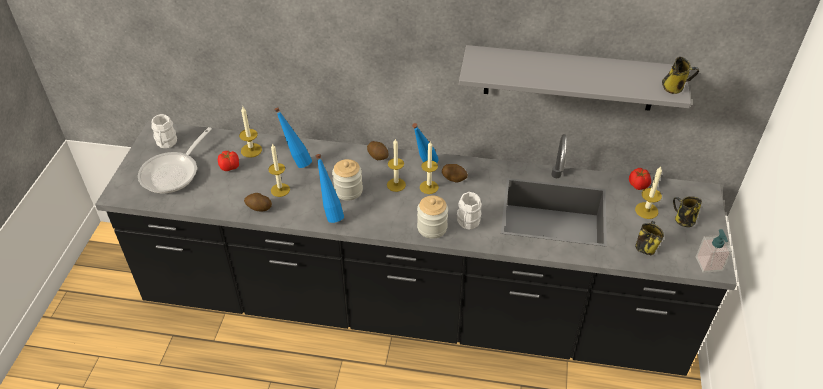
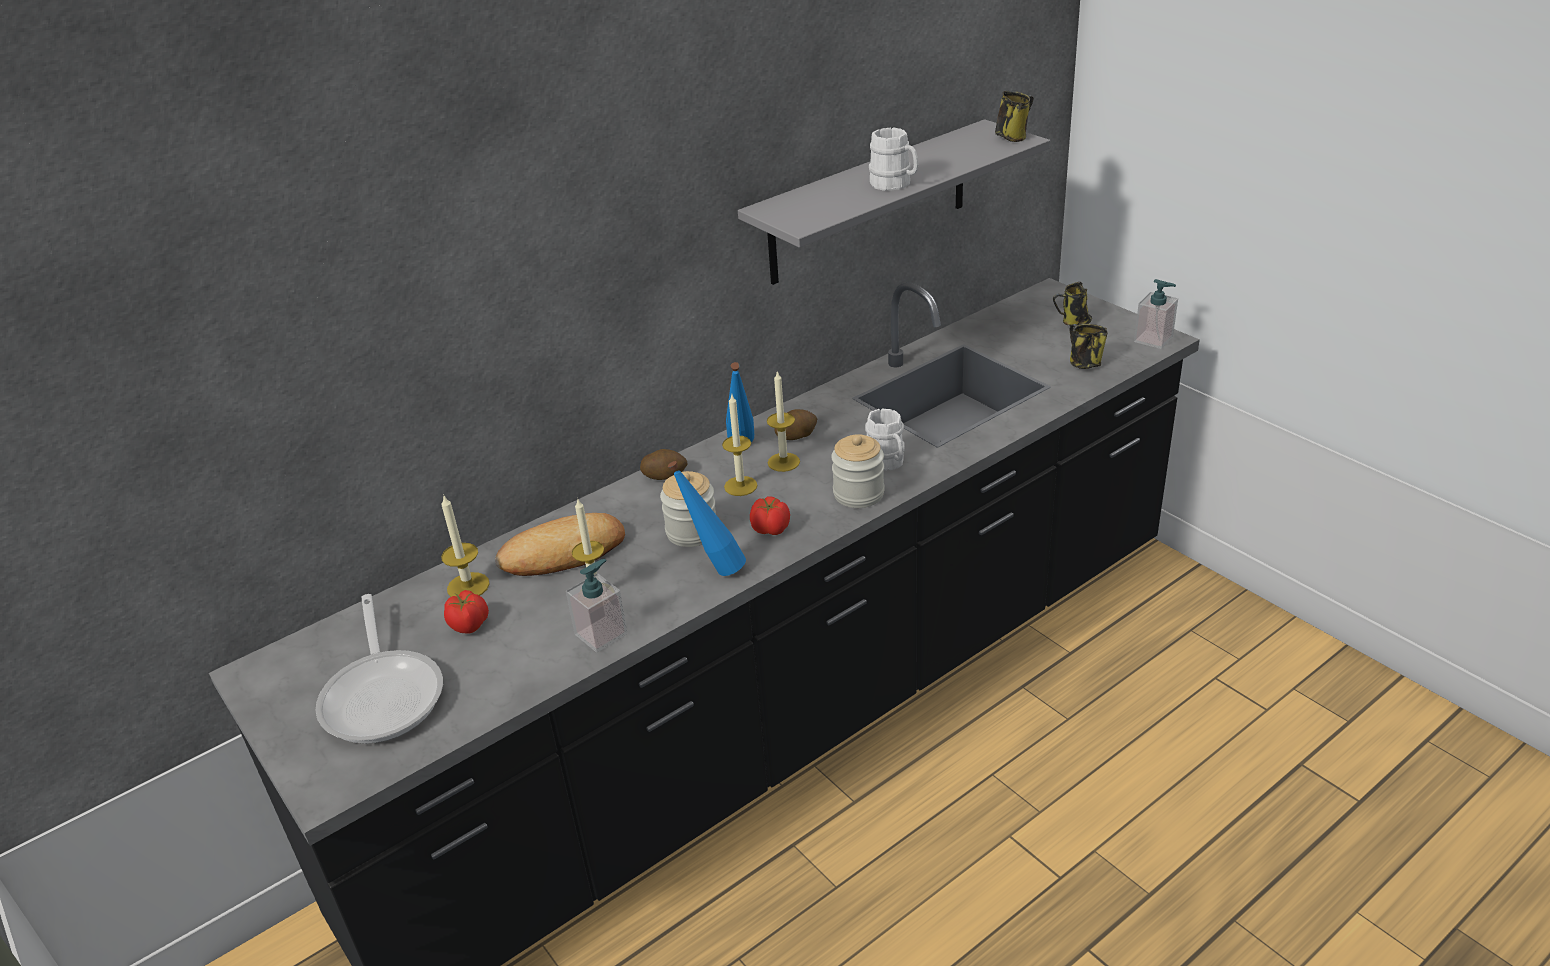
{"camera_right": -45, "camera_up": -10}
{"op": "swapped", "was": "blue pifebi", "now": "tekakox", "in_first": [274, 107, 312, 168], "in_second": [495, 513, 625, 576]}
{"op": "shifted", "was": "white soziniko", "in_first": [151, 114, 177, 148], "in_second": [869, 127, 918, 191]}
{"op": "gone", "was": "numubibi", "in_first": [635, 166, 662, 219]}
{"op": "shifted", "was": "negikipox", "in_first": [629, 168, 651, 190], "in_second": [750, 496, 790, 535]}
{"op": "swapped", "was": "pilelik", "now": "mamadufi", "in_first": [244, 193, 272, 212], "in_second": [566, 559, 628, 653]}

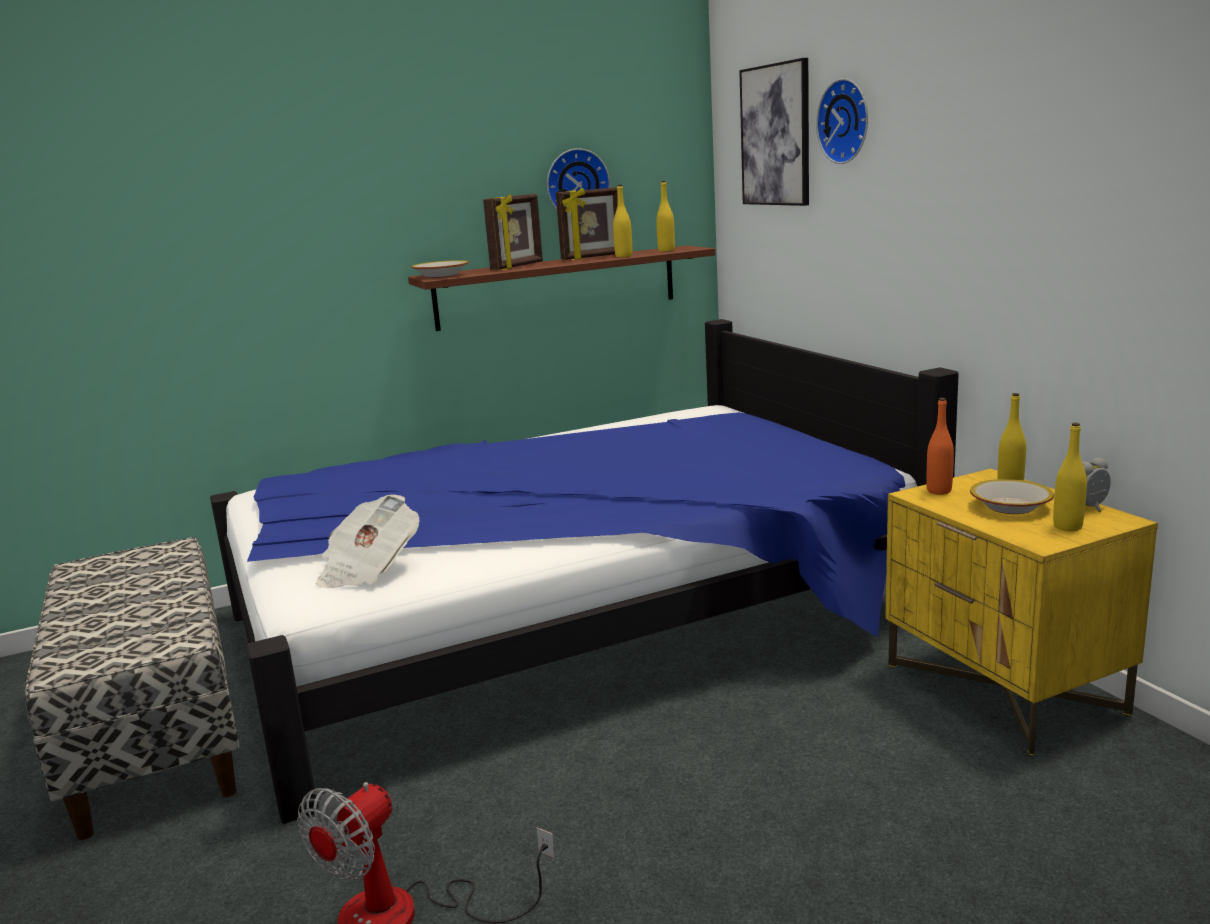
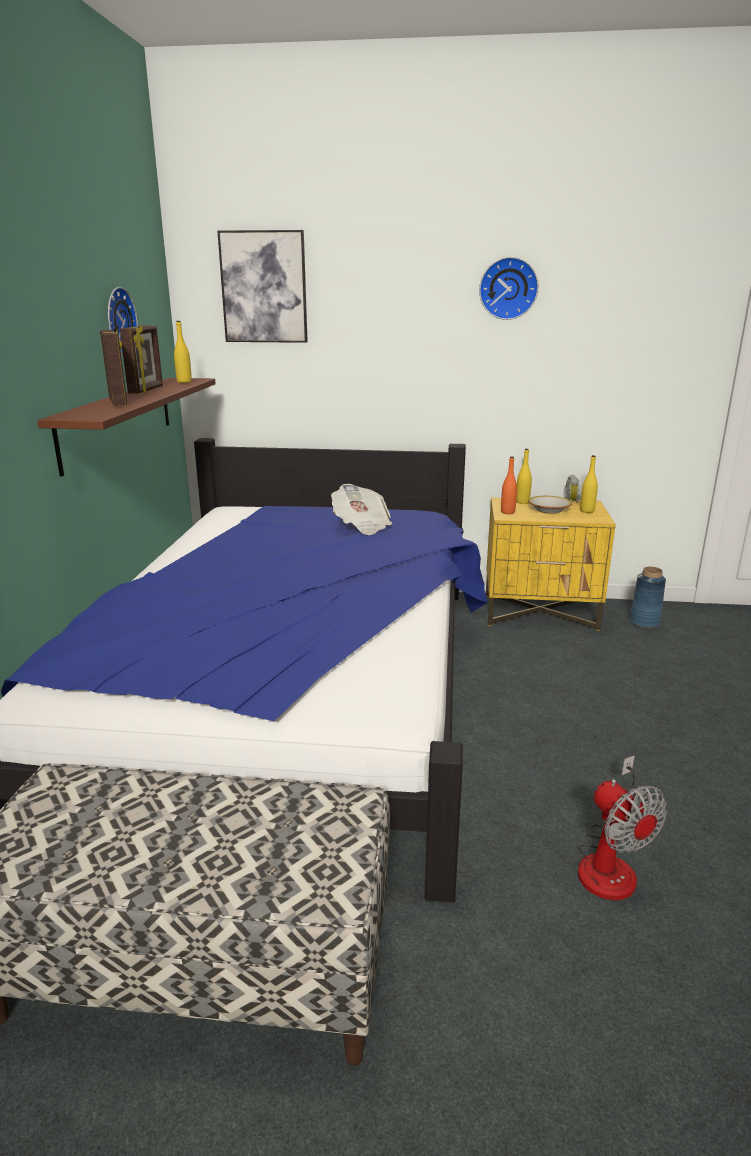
{"camera_right": -60, "camera_up": 5}
{"op": "shifted", "was": "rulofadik", "in_first": [816, 78, 868, 164], "in_second": [479, 257, 539, 320]}
{"op": "gone", "was": "yellow pifebi", "in_first": [613, 185, 632, 257]}
{"op": "gone", "was": "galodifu", "in_first": [411, 260, 469, 278]}
{"op": "shifted", "was": "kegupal", "in_first": [316, 494, 419, 589], "in_second": [331, 484, 392, 535]}
{"op": "new", "now": "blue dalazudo", "in_second": [629, 567, 666, 628]}

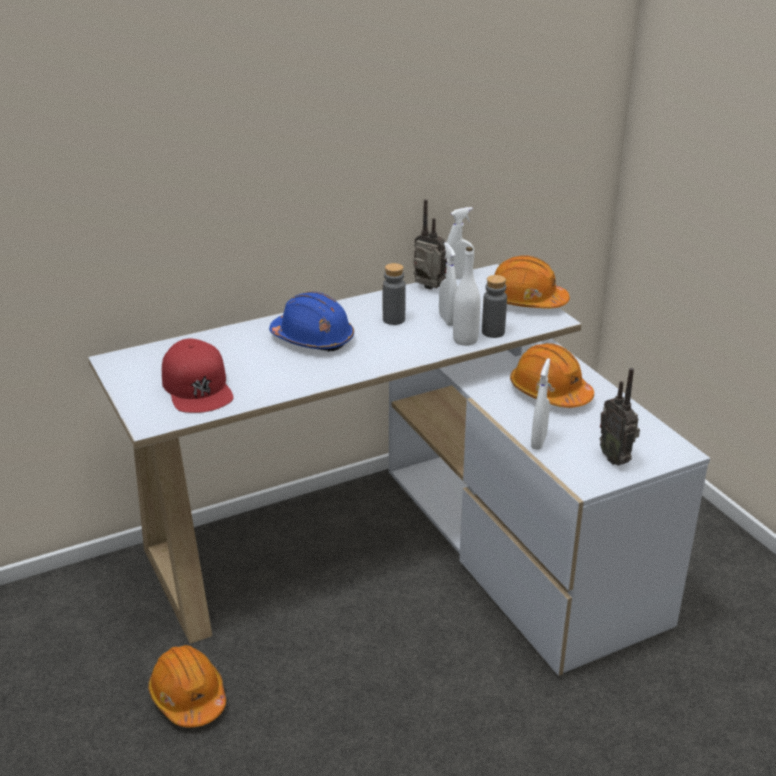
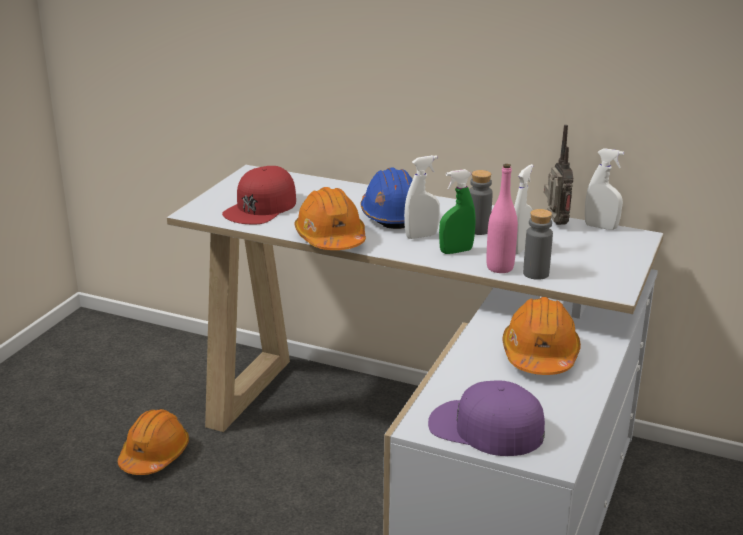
{"camera_right": 50, "camera_up": -5}
{"op": "repainted", "was": "white pifebi", "now": "pink pifebi", "in_first": [453, 247, 481, 346], "in_second": [486, 164, 518, 273]}
{"op": "shifted", "was": "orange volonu", "in_first": [494, 255, 570, 309], "in_second": [294, 187, 366, 250]}
{"op": "shifted", "was": "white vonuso", "in_first": [531, 358, 550, 450], "in_second": [404, 155, 440, 239]}
{"op": "swapped", "was": "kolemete", "now": "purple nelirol", "in_first": [600, 368, 640, 466], "in_second": [428, 380, 545, 456]}
{"op": "new", "now": "green vonuso", "in_second": [439, 169, 475, 254]}

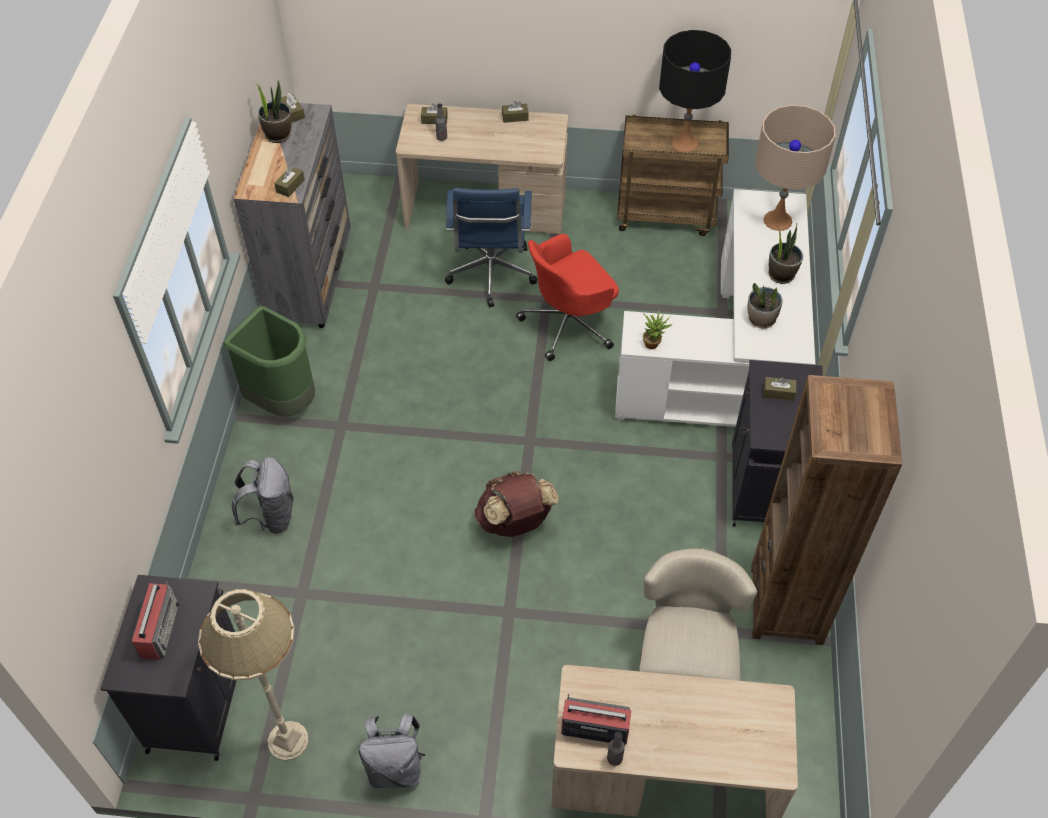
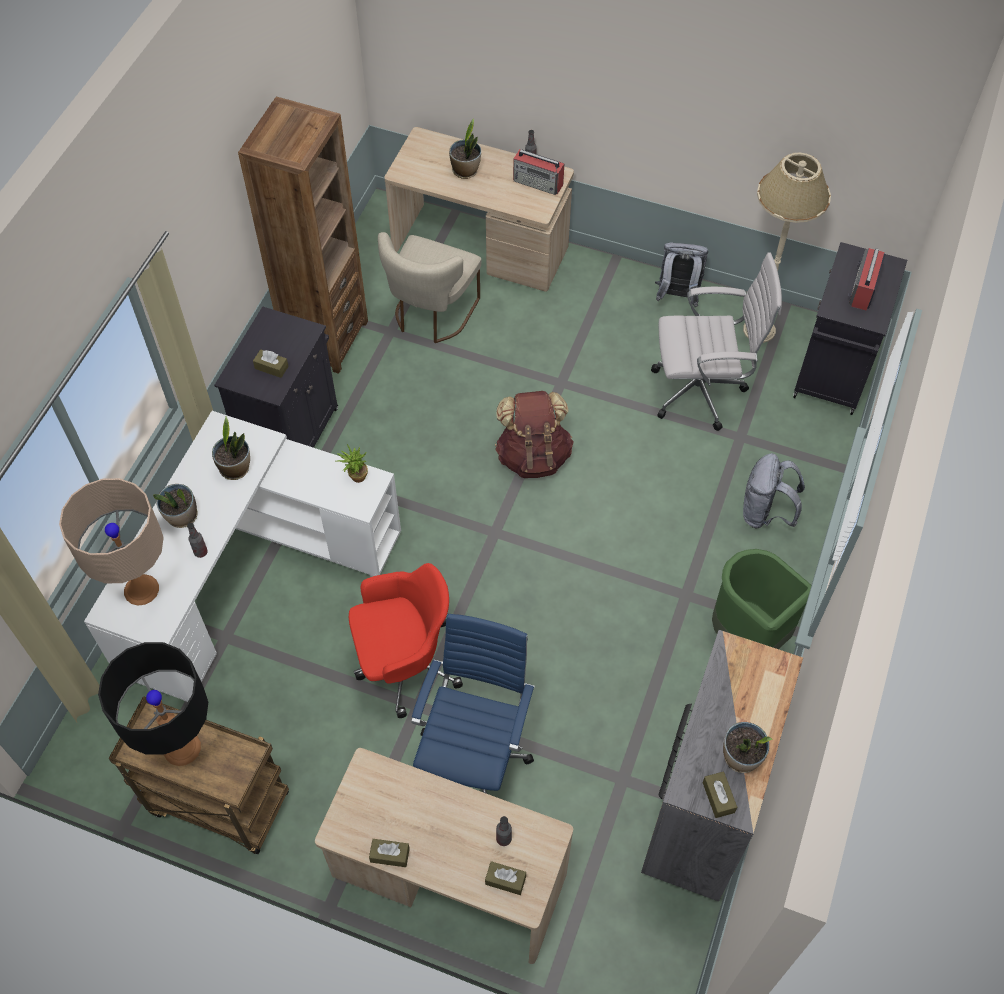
{"camera_right": -165, "camera_up": 5}
{"op": "gone", "was": "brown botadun", "in_first": [274, 166, 305, 197]}
{"op": "new", "now": "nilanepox", "in_second": [449, 119, 481, 179]}
{"op": "new", "now": "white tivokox", "in_second": [651, 252, 782, 431]}
{"op": "new", "now": "pifebi", "in_second": [187, 523, 208, 558]}

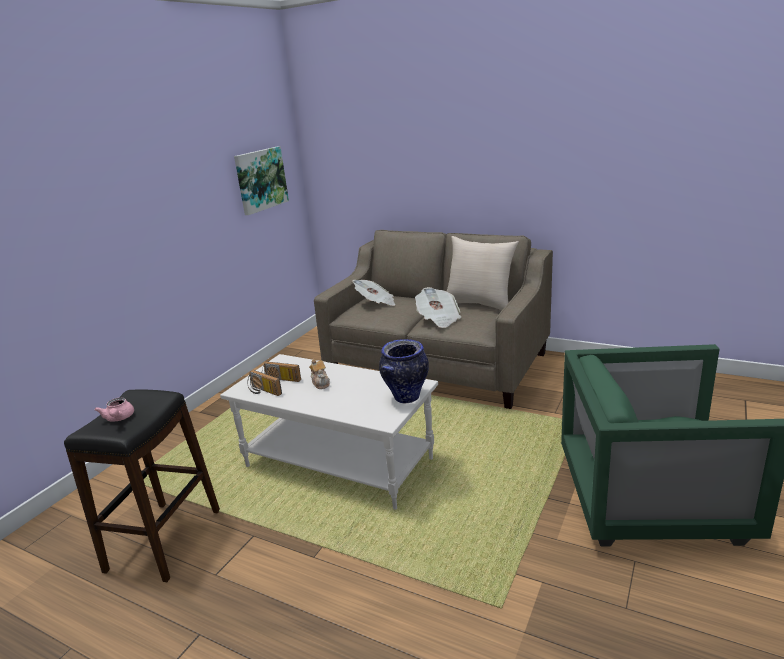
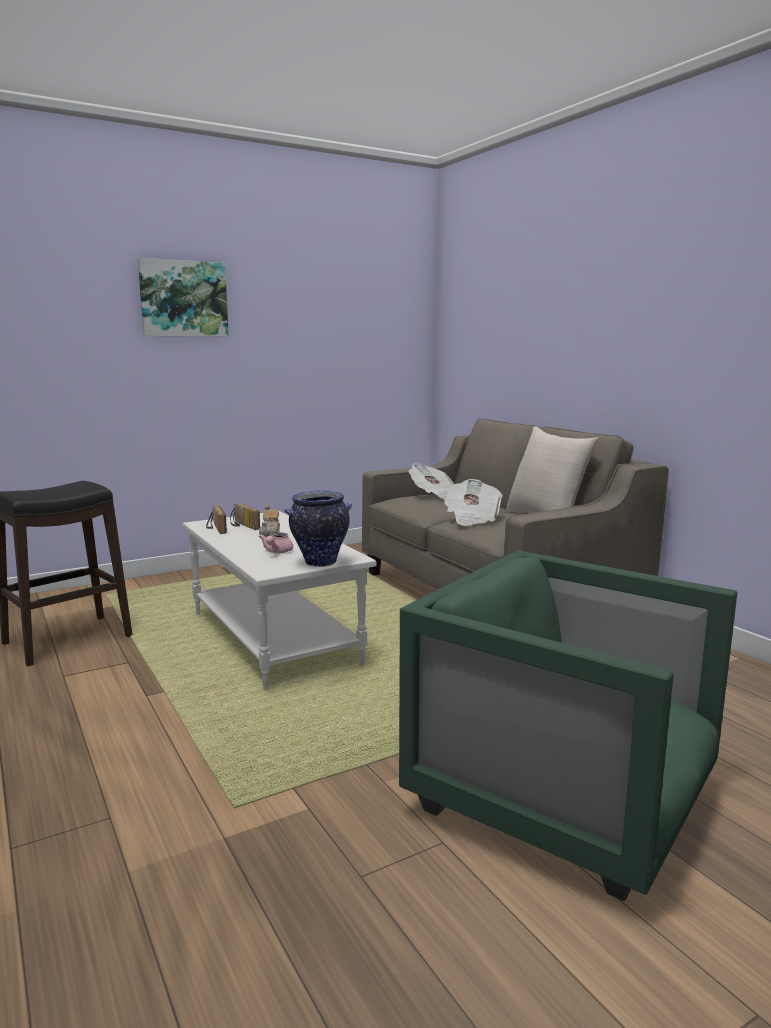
{"camera_right": 30, "camera_up": -10}
{"op": "shifted", "was": "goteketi", "in_first": [234, 146, 289, 215], "in_second": [138, 258, 229, 336]}
{"op": "shifted", "was": "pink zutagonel", "in_first": [95, 397, 134, 422], "in_second": [259, 533, 293, 553]}

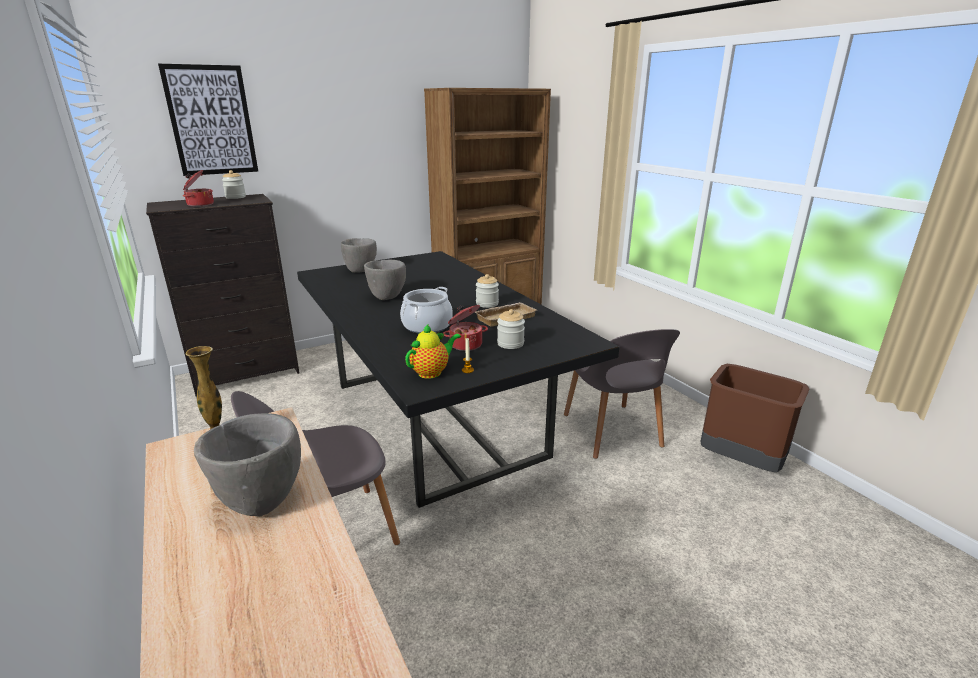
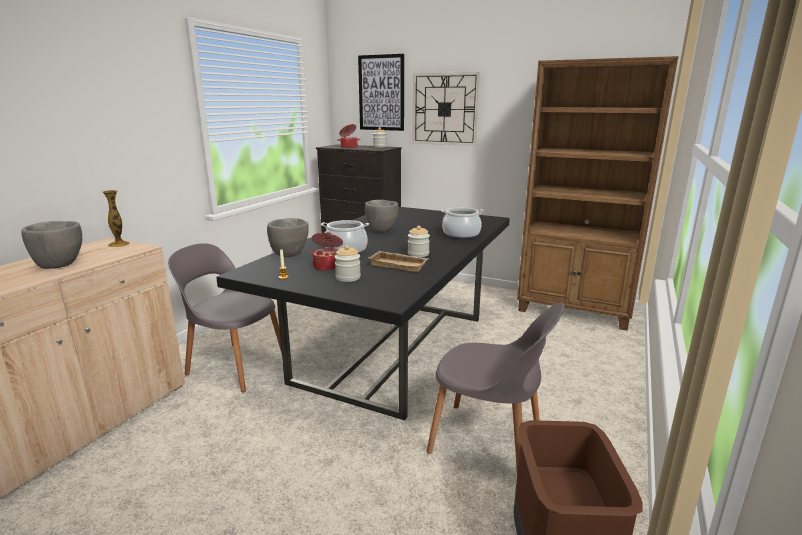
{"camera_right": 55, "camera_up": -5}
{"op": "shifted", "was": "grey galodifu", "in_first": [341, 238, 377, 273], "in_second": [267, 218, 309, 257]}
{"op": "gone", "was": "zutagonel", "in_first": [405, 323, 461, 379]}
{"op": "rotated", "was": "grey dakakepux", "in_first": [564, 329, 680, 459], "in_second": [426, 302, 565, 472], "clockwise": -105}
{"op": "new", "now": "rulofadik", "in_second": [413, 72, 480, 146]}
{"op": "new", "now": "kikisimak", "in_second": [441, 208, 484, 239]}

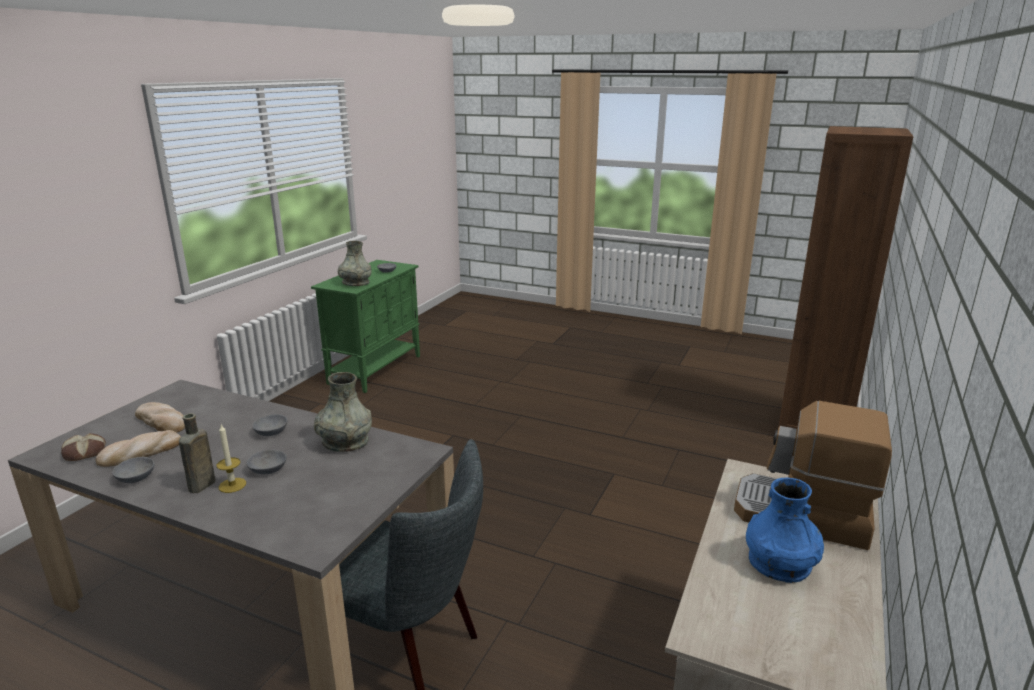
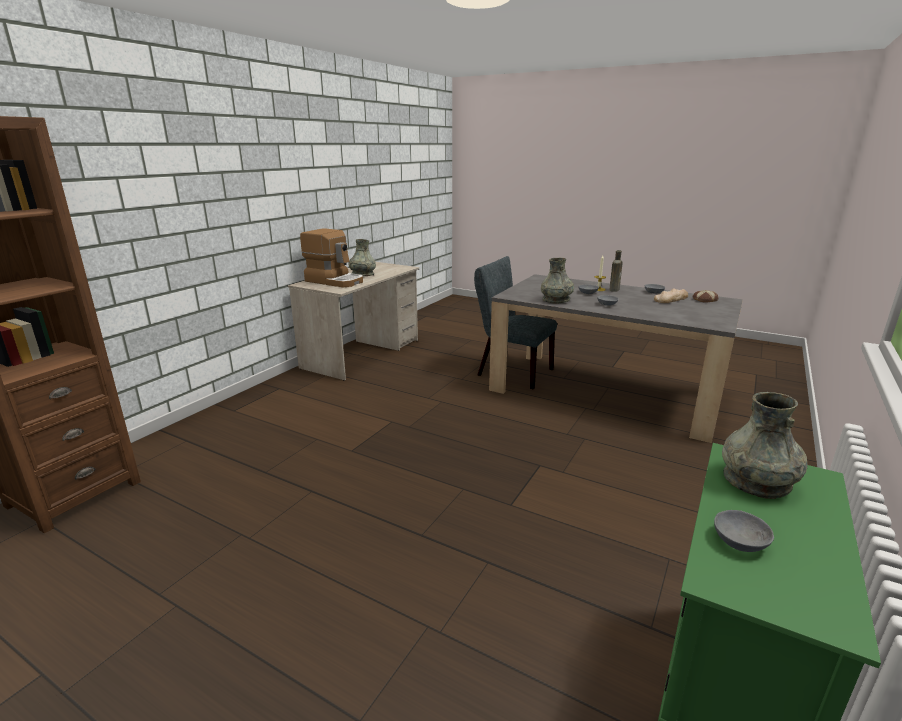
{"camera_right": -175, "camera_up": 0}
{"op": "gone", "was": "tekakox", "in_first": [135, 402, 185, 432]}
{"op": "repainted", "was": "blue dalazudo", "now": "grey dalazudo", "in_first": [746, 477, 824, 583], "in_second": [348, 239, 376, 276]}

